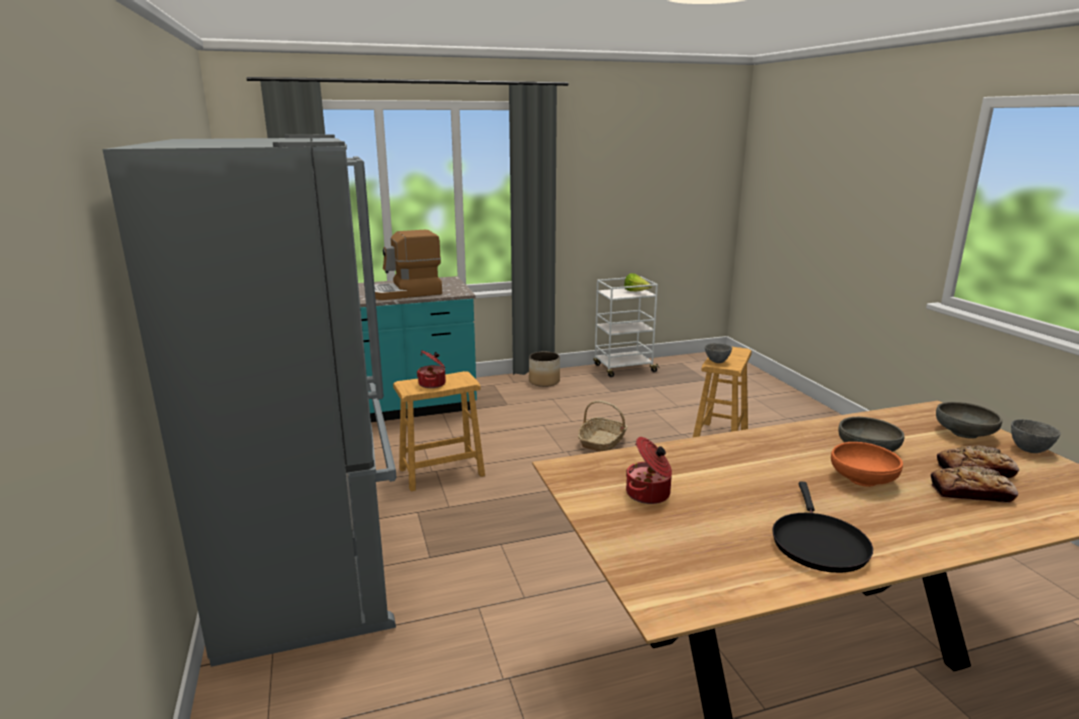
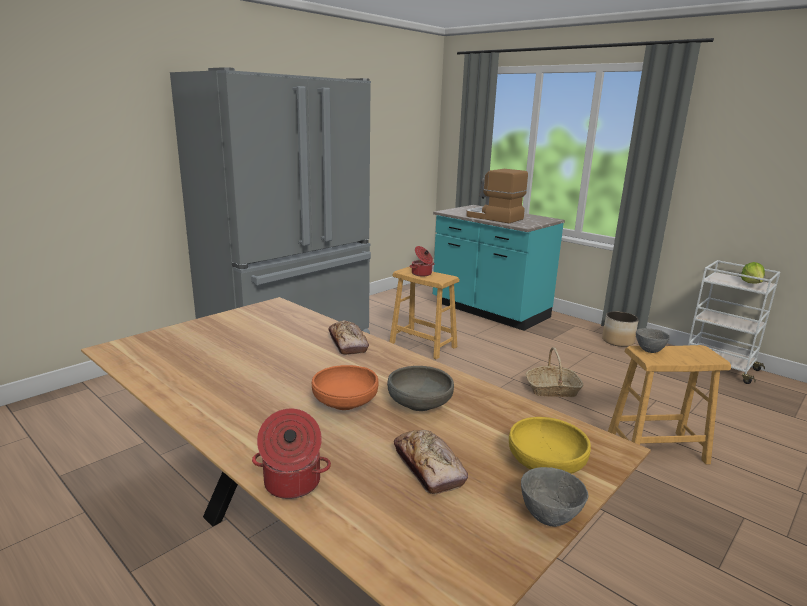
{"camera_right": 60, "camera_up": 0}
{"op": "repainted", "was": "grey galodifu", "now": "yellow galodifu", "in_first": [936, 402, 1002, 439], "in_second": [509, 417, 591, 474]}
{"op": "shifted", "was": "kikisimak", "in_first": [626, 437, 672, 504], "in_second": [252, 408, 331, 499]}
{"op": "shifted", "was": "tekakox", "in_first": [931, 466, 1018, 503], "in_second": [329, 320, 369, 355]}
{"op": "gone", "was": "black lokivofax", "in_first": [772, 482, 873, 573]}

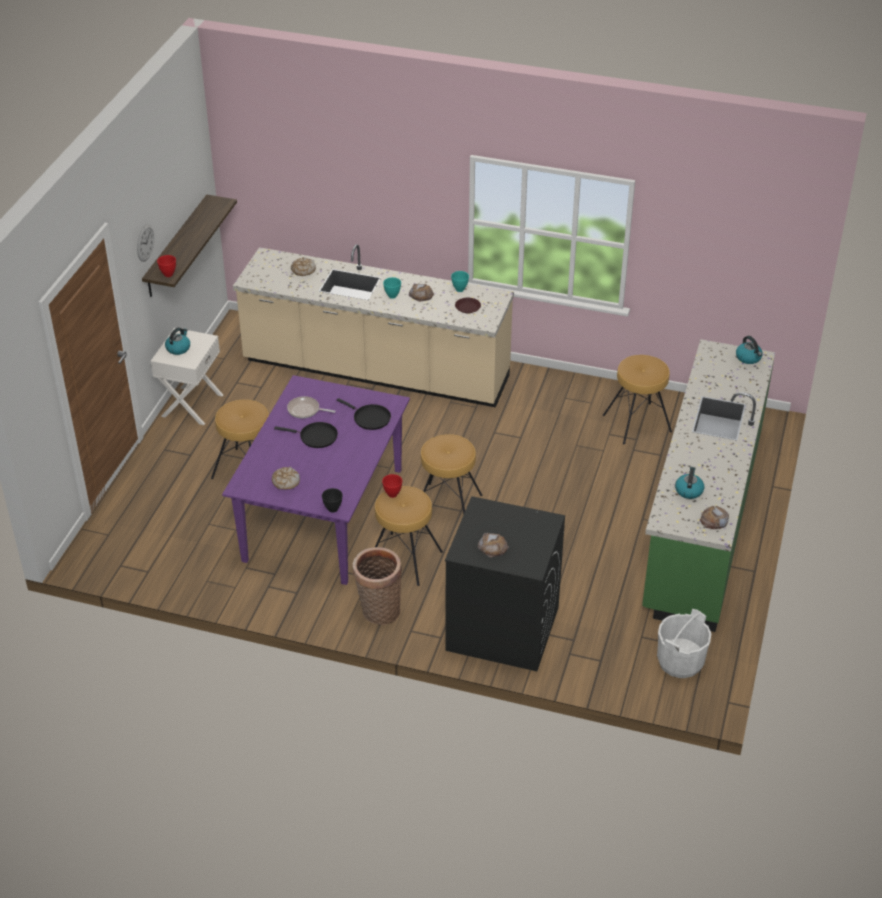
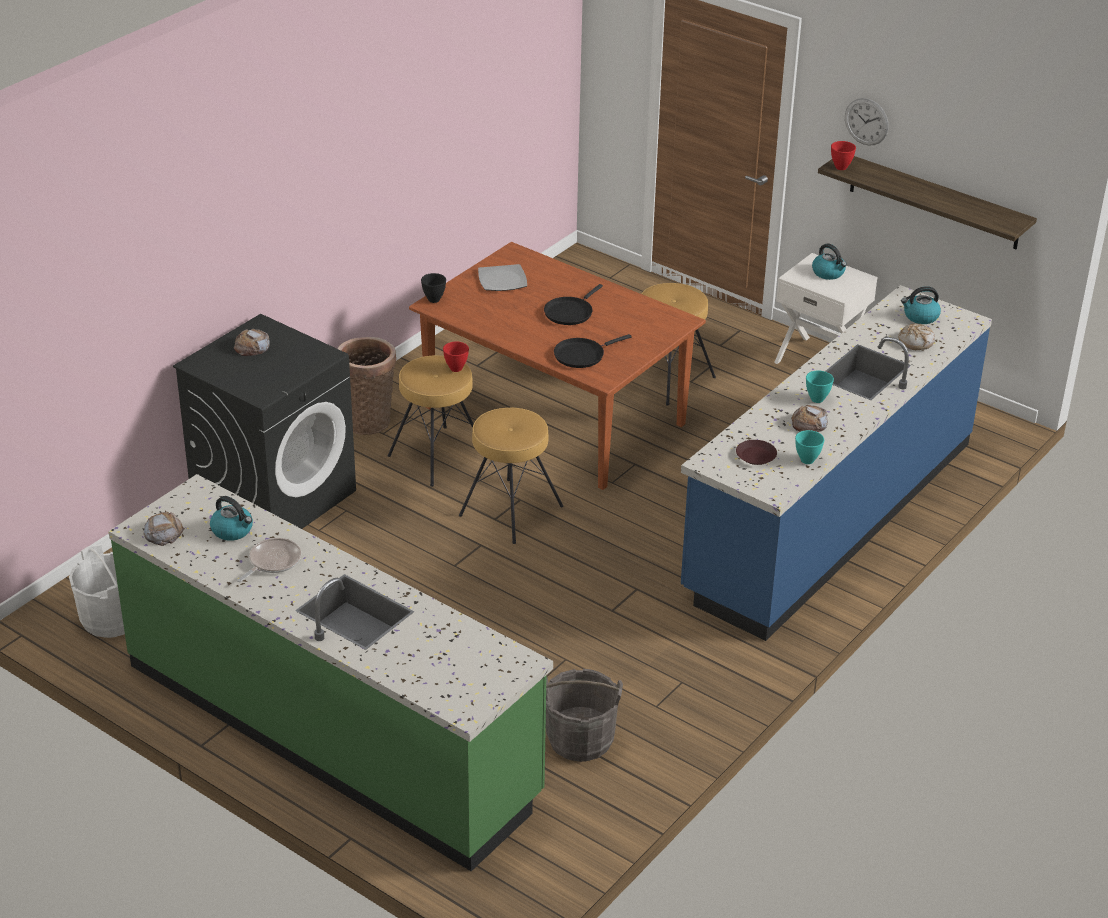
{"camera_right": 110, "camera_up": -5}
{"op": "repainted", "was": "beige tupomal", "now": "blue tupomal", "in_first": [233, 244, 514, 407], "in_second": [681, 285, 992, 641]}
{"op": "shifted", "was": "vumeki", "in_first": [736, 336, 762, 364], "in_second": [901, 286, 941, 324]}
{"op": "swapped", "was": "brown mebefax", "now": "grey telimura", "in_first": [603, 355, 672, 444], "in_second": [546, 669, 623, 762]}
{"op": "repainted", "was": "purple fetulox", "now": "brown fetulox", "in_first": [222, 375, 410, 585], "in_second": [409, 242, 706, 490]}
{"op": "shifted", "was": "lokivofax", "in_first": [287, 396, 336, 418], "in_second": [237, 538, 301, 582]}
{"op": "swapped", "was": "tekakox", "now": "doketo", "in_first": [272, 467, 300, 490], "in_second": [478, 264, 527, 291]}

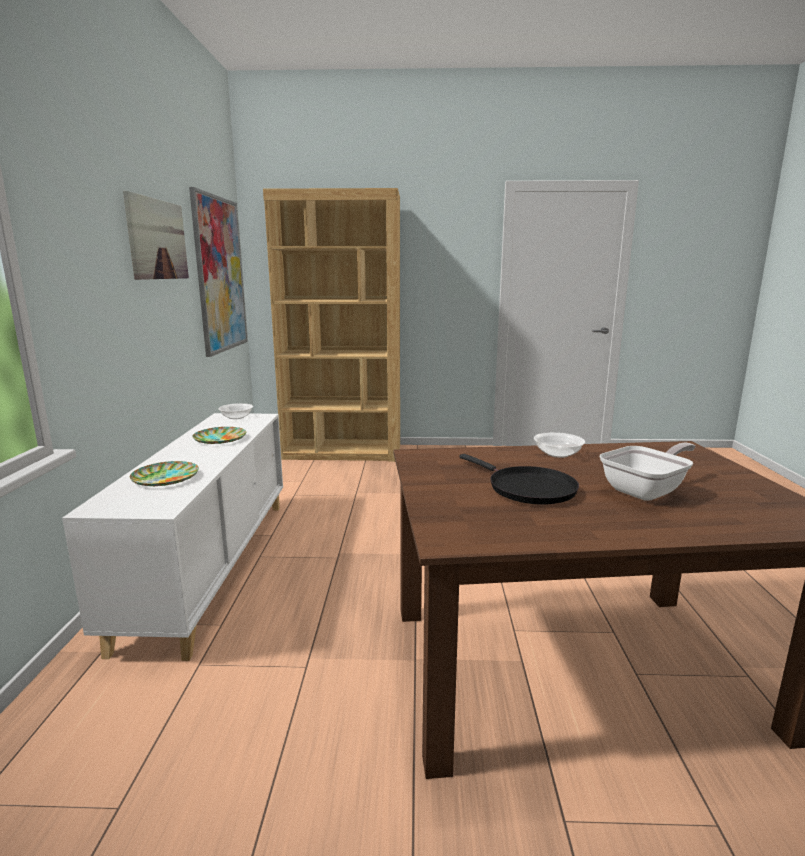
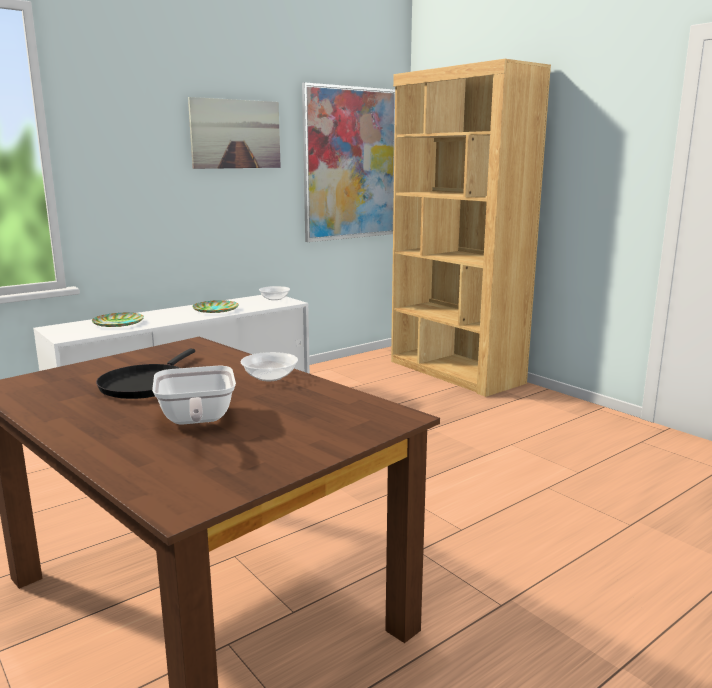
{"camera_right": 50, "camera_up": 0}
{"op": "rotated", "was": "lokivofax", "in_first": [599, 443, 696, 501], "in_second": [152, 366, 236, 425], "clockwise": 60}

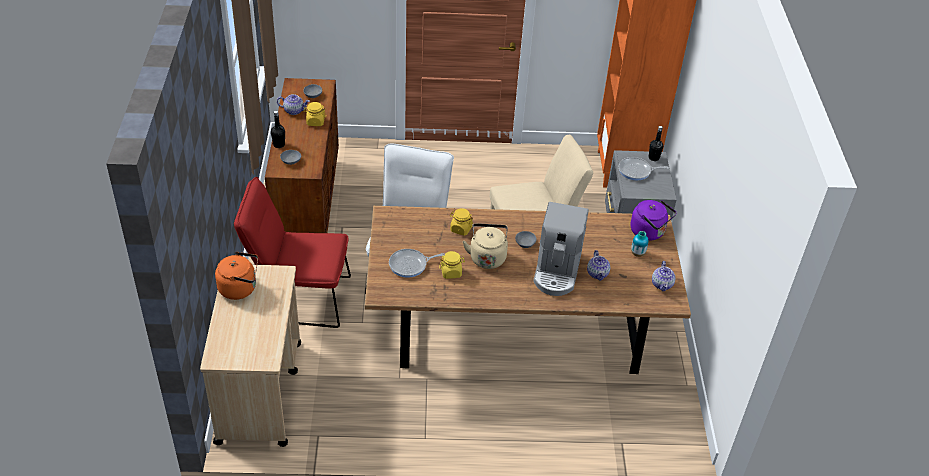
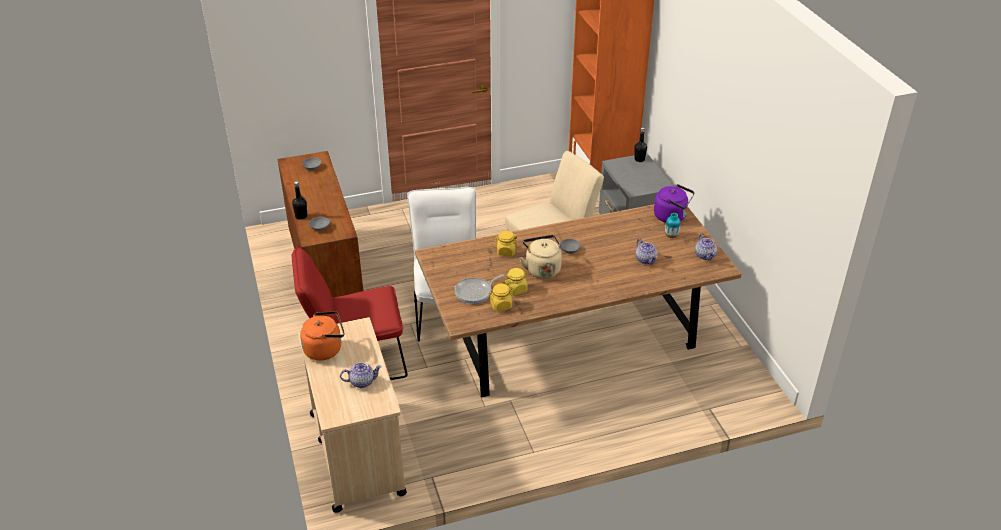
{"camera_right": -15, "camera_up": -5}
{"op": "shifted", "was": "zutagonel", "in_first": [277, 94, 310, 115], "in_second": [340, 362, 382, 388]}
{"op": "shifted", "was": "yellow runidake", "in_first": [304, 102, 326, 126], "in_second": [488, 284, 513, 311]}
{"op": "gone", "was": "lokivofax", "in_first": [619, 157, 669, 180]}
{"op": "gone", "was": "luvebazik", "in_first": [533, 202, 589, 296]}

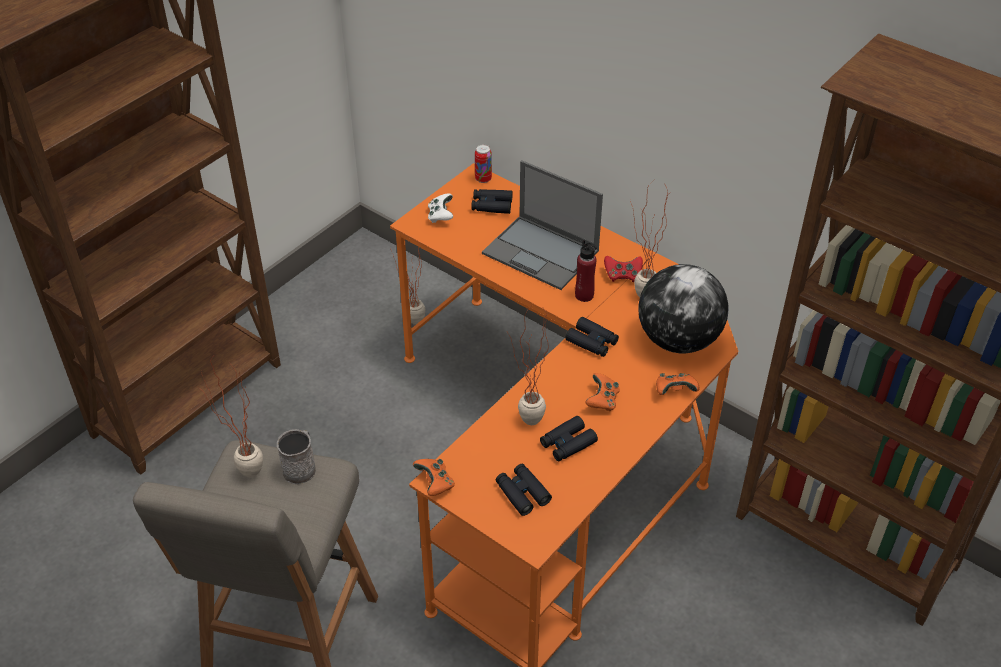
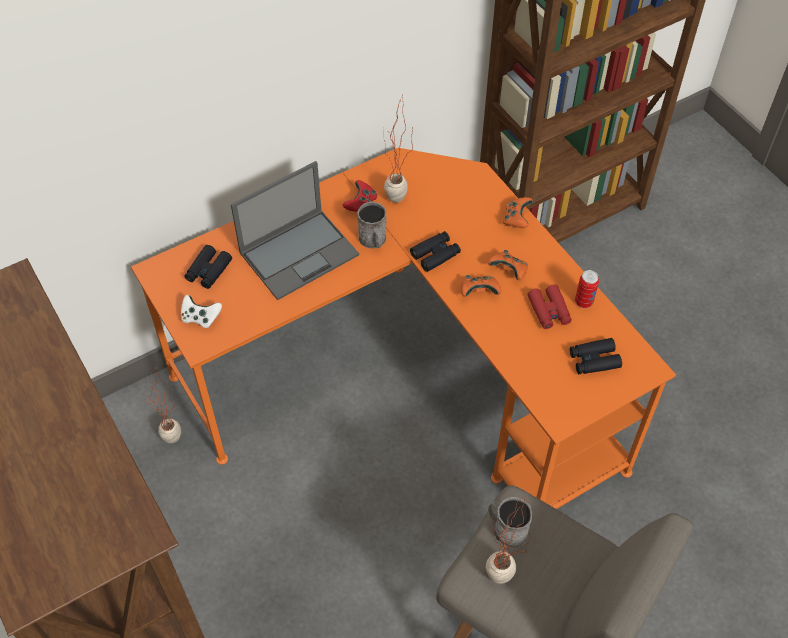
{"camera_right": -70, "camera_up": 10}
{"op": "shifted", "was": "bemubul", "in_first": [475, 144, 492, 183], "in_second": [575, 270, 599, 308]}
{"op": "swapped", "was": "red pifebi", "now": "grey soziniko", "in_first": [575, 240, 597, 302], "in_second": [357, 201, 386, 248]}
{"op": "gone", "was": "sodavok", "in_first": [638, 264, 729, 353]}
{"op": "gone", "was": "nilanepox", "in_first": [507, 307, 549, 425]}
{"op": "repainted", "was": "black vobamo", "now": "red vobamo", "in_first": [540, 416, 598, 461], "in_second": [528, 284, 572, 329]}
{"op": "shifted", "was": "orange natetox", "in_first": [413, 459, 455, 496], "in_second": [461, 275, 501, 297]}

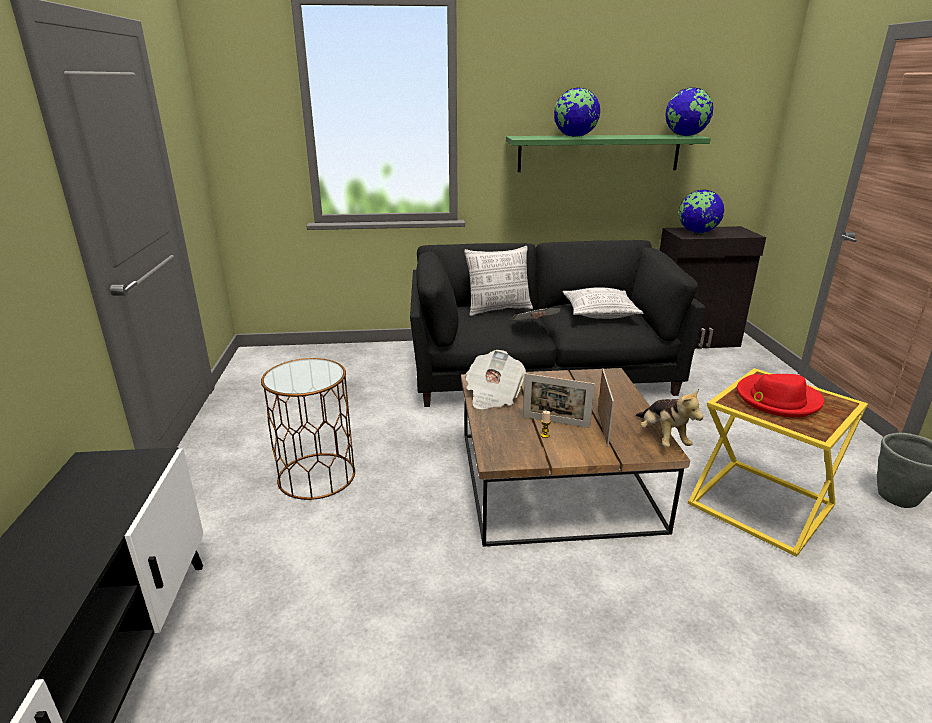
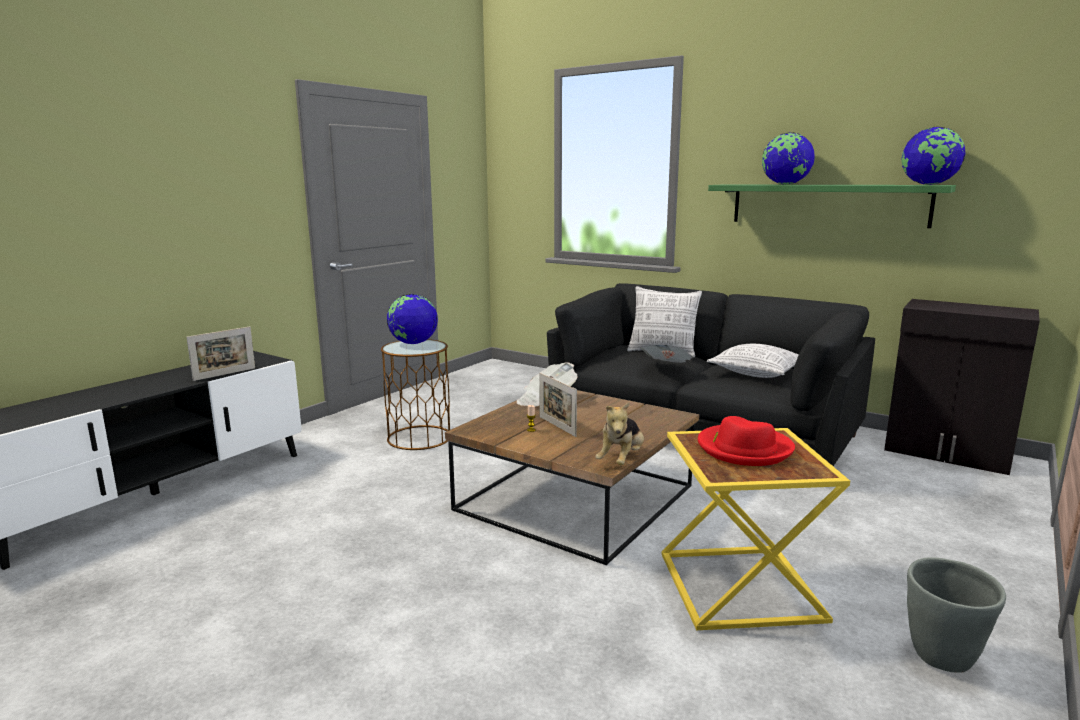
{"camera_right": 40, "camera_up": -10}
{"op": "shifted", "was": "sodavok", "in_first": [679, 190, 724, 233], "in_second": [387, 294, 438, 344]}
{"op": "shifted", "was": "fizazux", "in_first": [598, 368, 614, 447], "in_second": [186, 326, 255, 381]}

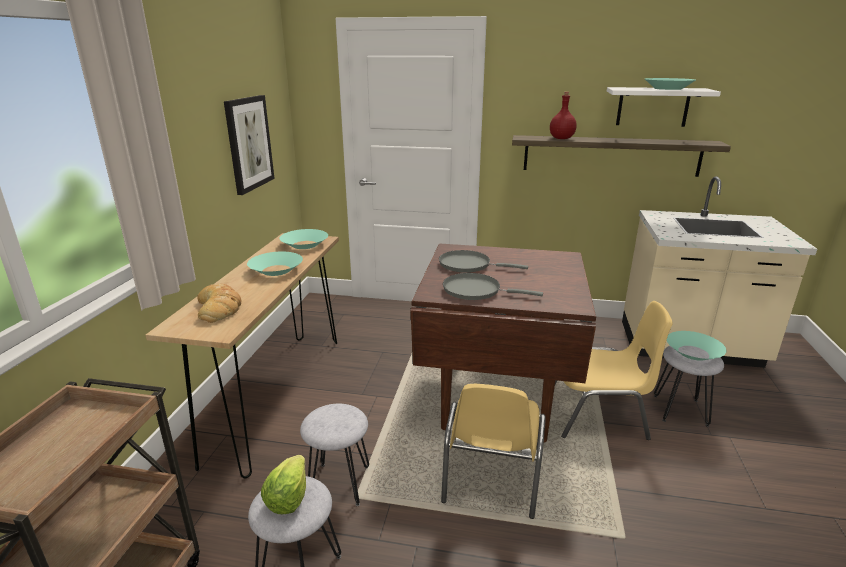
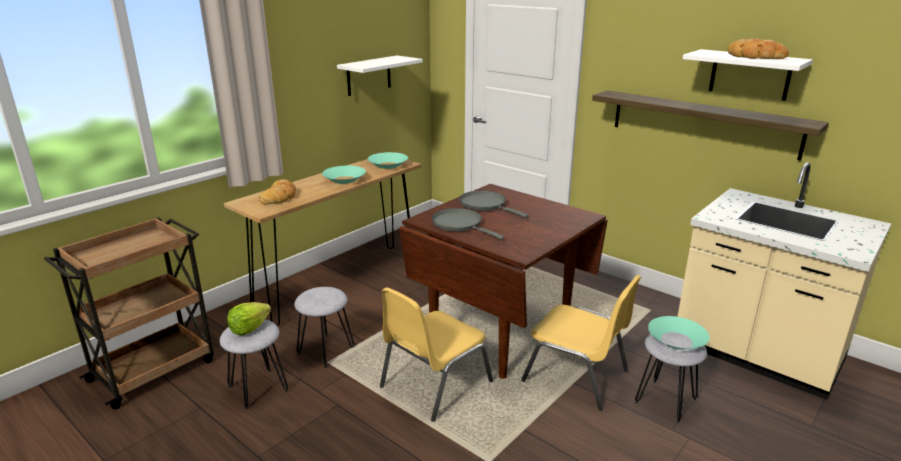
{"camera_right": 30, "camera_up": 0}
{"op": "swapped", "was": "turquoise galodifu", "now": "tekakox", "in_first": [645, 78, 696, 90], "in_second": [727, 39, 789, 59]}
{"op": "gone", "was": "red pifebi", "in_first": [550, 92, 577, 139]}
{"op": "swapped", "was": "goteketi", "now": "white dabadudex", "in_first": [224, 95, 275, 195], "in_second": [337, 55, 423, 96]}

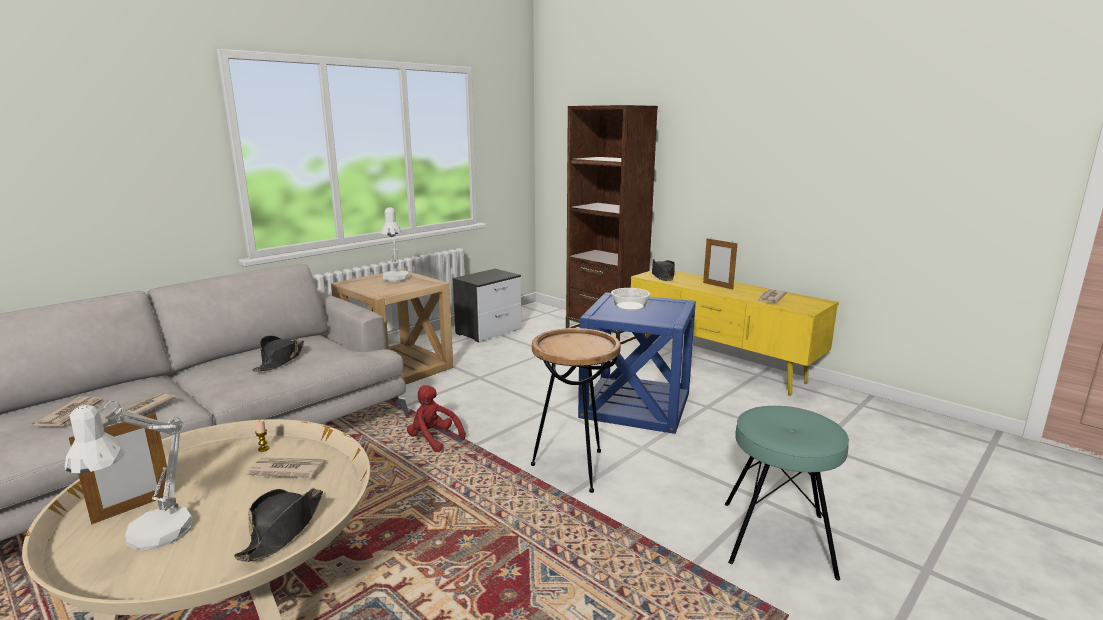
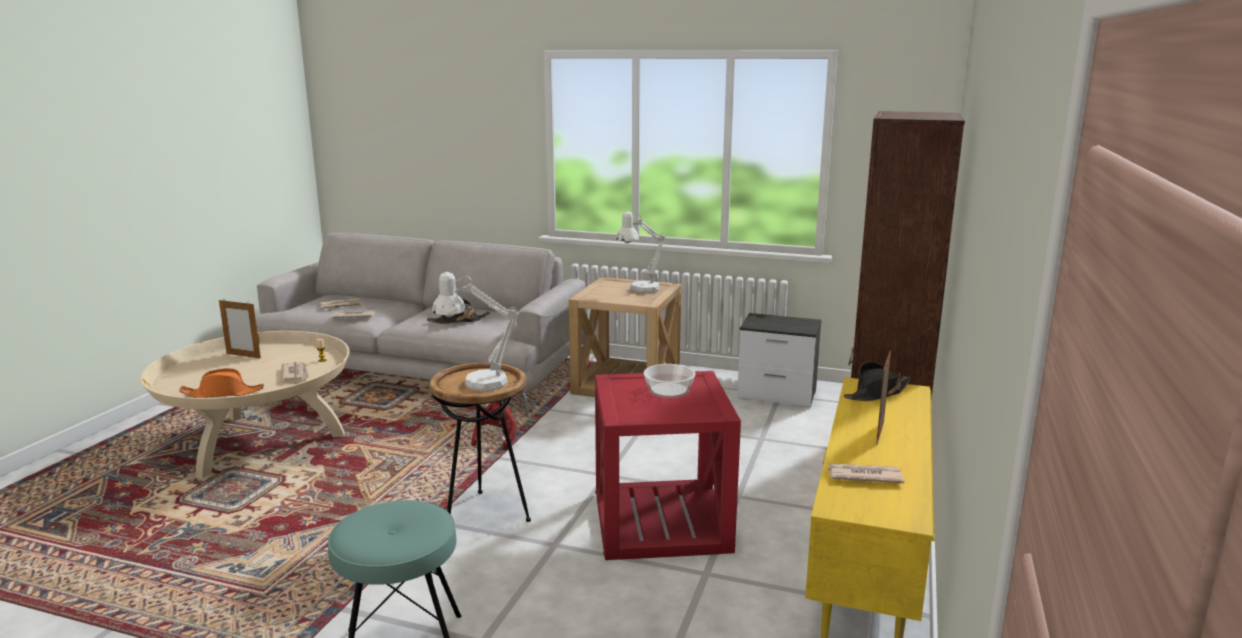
{"camera_right": 65, "camera_up": 0}
{"op": "repainted", "was": "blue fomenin", "now": "red fomenin", "in_first": [578, 292, 696, 434], "in_second": [595, 371, 741, 560]}
{"op": "shifted", "was": "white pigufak", "in_first": [65, 400, 193, 550], "in_second": [432, 272, 519, 391]}
{"op": "repainted", "was": "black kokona", "now": "orange kokona", "in_first": [234, 488, 323, 562], "in_second": [179, 368, 264, 398]}

